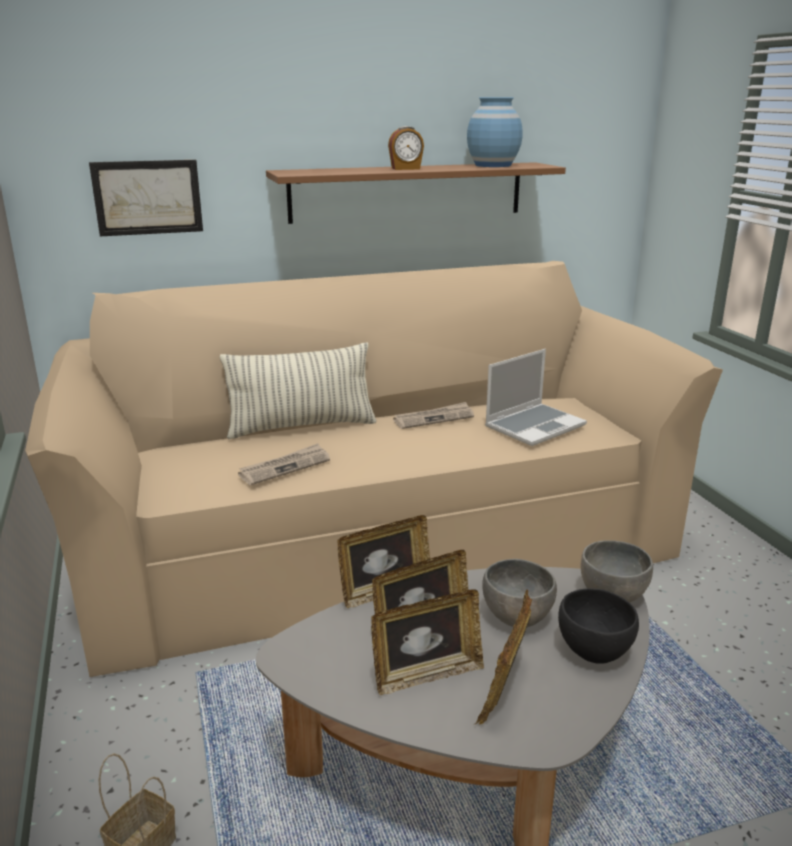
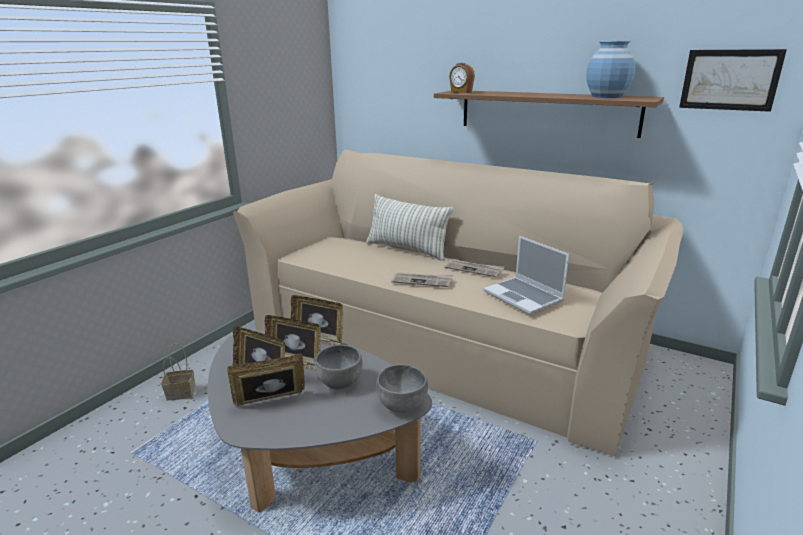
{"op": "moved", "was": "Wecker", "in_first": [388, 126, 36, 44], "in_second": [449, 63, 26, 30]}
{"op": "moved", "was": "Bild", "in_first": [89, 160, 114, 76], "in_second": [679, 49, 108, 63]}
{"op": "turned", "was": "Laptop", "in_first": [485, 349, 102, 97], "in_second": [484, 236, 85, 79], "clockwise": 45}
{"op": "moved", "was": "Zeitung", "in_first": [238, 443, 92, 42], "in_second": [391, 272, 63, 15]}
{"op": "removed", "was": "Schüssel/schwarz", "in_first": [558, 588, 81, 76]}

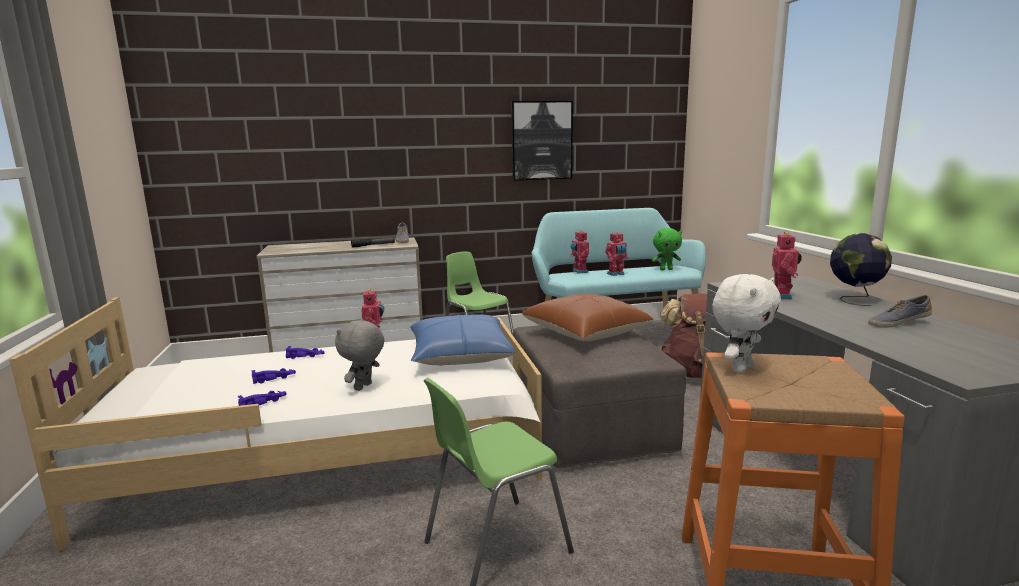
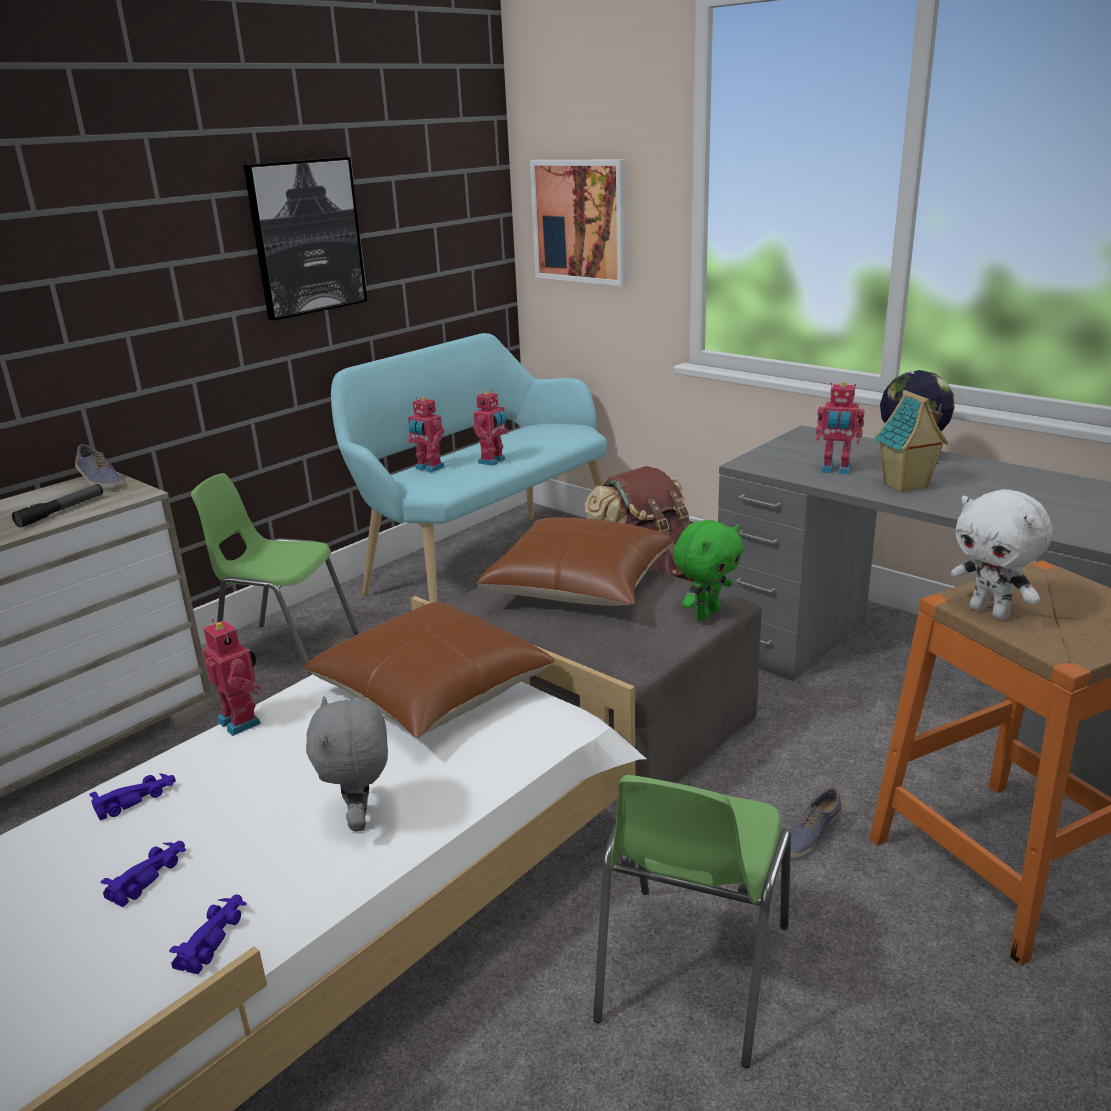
{"op": "moved", "was": "Plüschtier/grün", "in_first": [652, 228, 30, 42], "in_second": [673, 520, 70, 100]}
{"op": "turned", "was": "Spielzeugroboter", "in_first": [772, 232, 30, 67], "in_second": [816, 382, 48, 93], "clockwise": 135}
{"op": "turned", "was": "Plüschtier/weiß", "in_first": [712, 274, 69, 99], "in_second": [951, 489, 102, 131], "clockwise": 135}
{"op": "moved", "was": "Schuh", "in_first": [868, 295, 64, 33], "in_second": [789, 787, 53, 74]}
{"op": "recoloured", "was": "Kissen/blau", "now": "Kissen/braun", "in_first": [410, 314, 105, 52], "in_second": [303, 602, 252, 136]}
{"op": "added", "now": "Bild", "in_second": [530, 160, 97, 126]}
{"op": "added", "now": "Spielzeughaus", "in_second": [875, 390, 73, 103]}

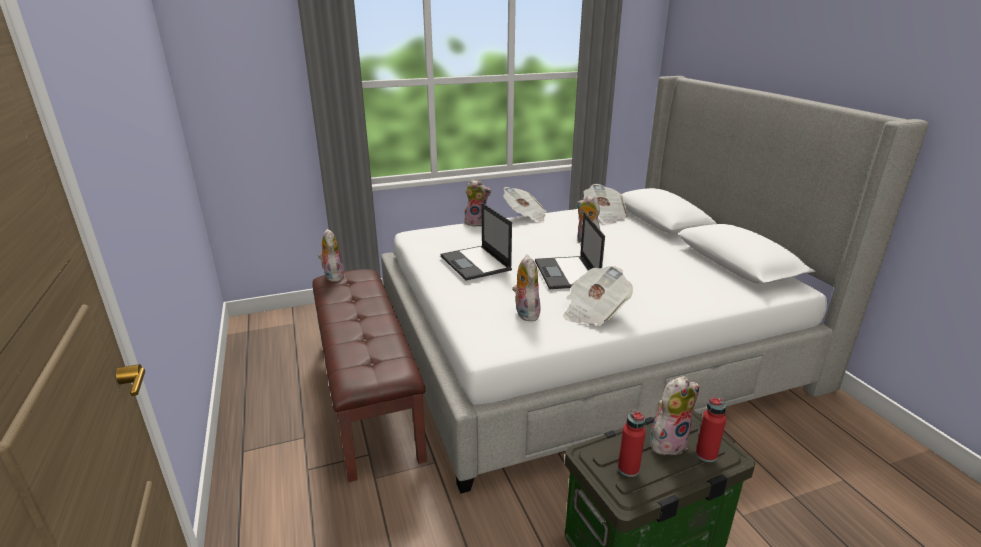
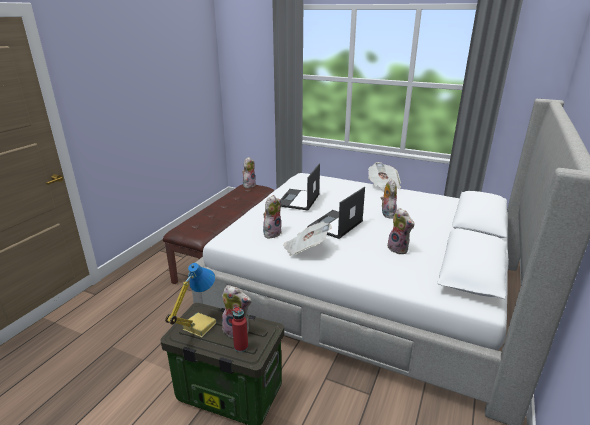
{"op": "moved", "was": "Plüschtier", "in_first": [464, 180, 27, 47], "in_second": [387, 208, 28, 46]}
{"op": "removed", "was": "Zeitung", "in_first": [583, 184, 44, 41]}
{"op": "replaced", "was": "Flasche/rot", "now": "Tischlampe", "in_first": [618, 410, 28, 67], "in_second": [165, 263, 52, 74]}

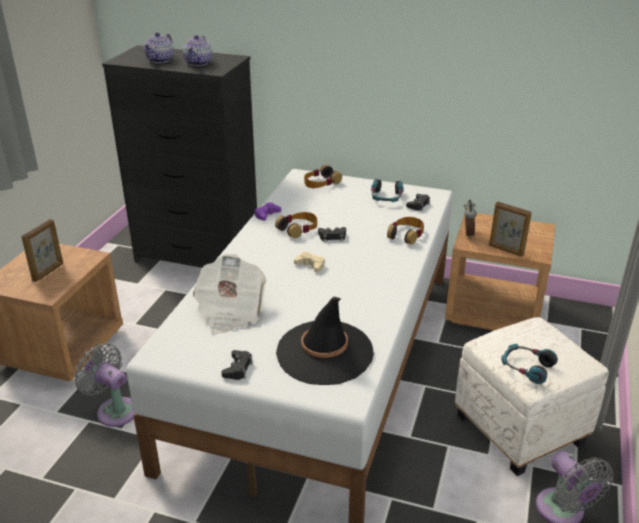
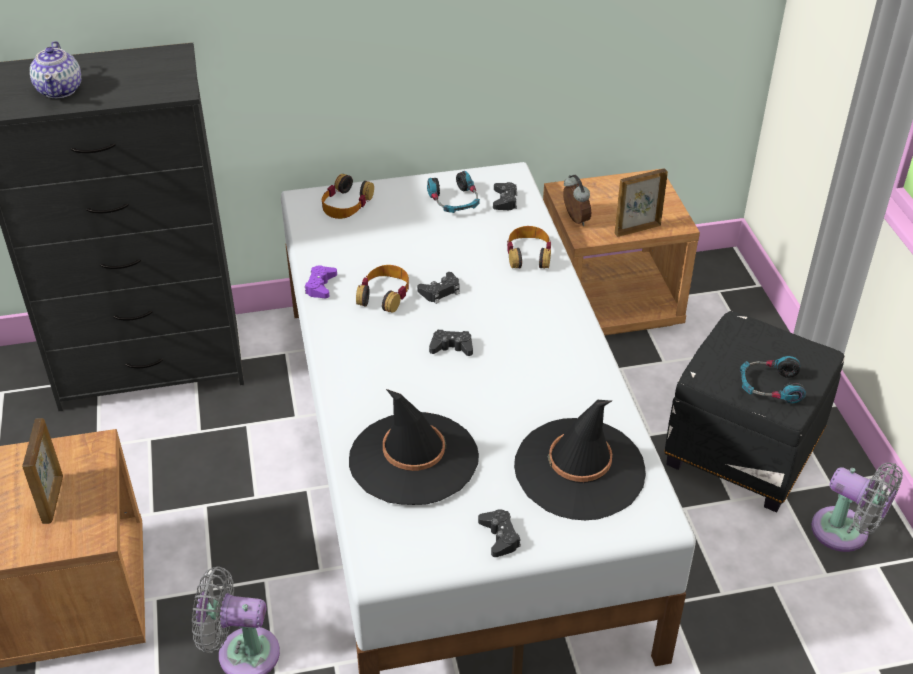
{"op": "removed", "was": "Teekanne", "in_first": [183, 35, 29, 31]}
{"op": "turned", "was": "Bilderrahmen", "in_first": [489, 201, 43, 55], "in_second": [615, 168, 53, 69], "clockwise": 150}
{"op": "recoloured", "was": "Gamepad/beige", "now": "Gamepad/schwarz", "in_first": [294, 252, 31, 20], "in_second": [429, 330, 44, 26]}
{"op": "replaced", "was": "Zeitung", "now": "Hut/schwarz", "in_first": [193, 254, 73, 80], "in_second": [349, 389, 130, 116]}
{"op": "recoloured", "was": "Polsterhocker/weiß", "now": "Polsterhocker/schwarz", "in_first": [455, 317, 154, 159], "in_second": [664, 311, 181, 202]}

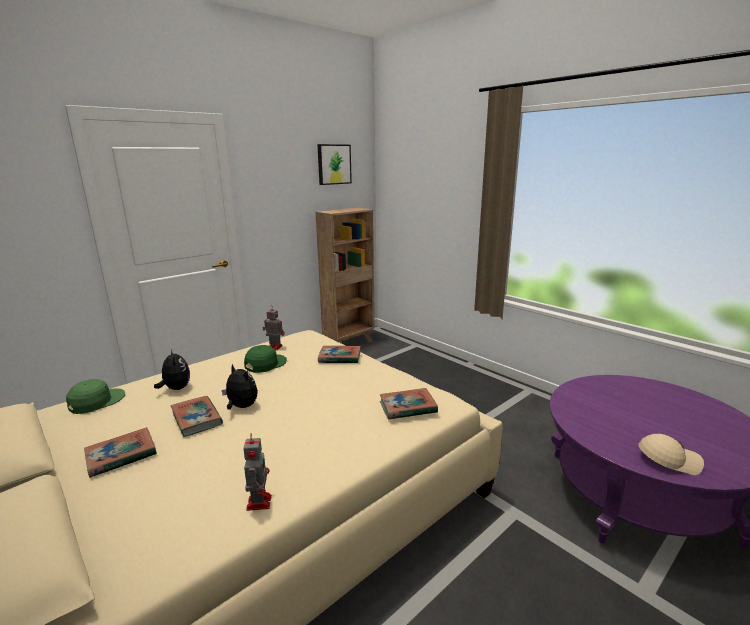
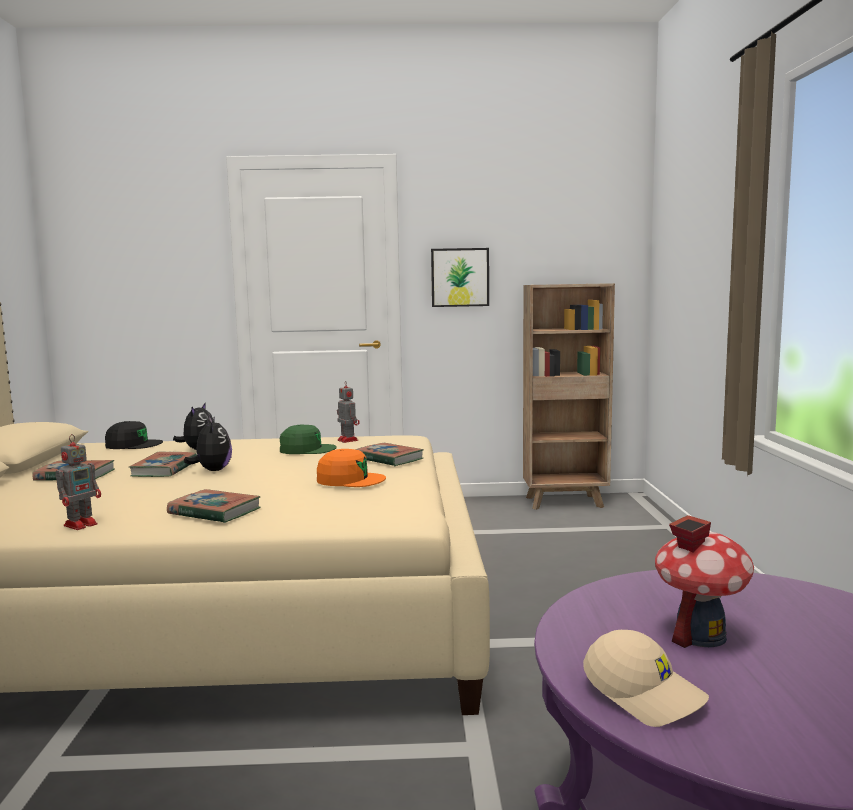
{"op": "moved", "was": "Bild", "in_first": [317, 144, 35, 41], "in_second": [431, 248, 58, 59]}
{"op": "recoloured", "was": "Kappe/grün", "now": "Kappe/schwarz", "in_first": [66, 379, 59, 35], "in_second": [105, 421, 58, 28]}
{"op": "moved", "was": "Buch", "in_first": [380, 388, 58, 31], "in_second": [167, 489, 94, 34]}
{"op": "added", "now": "Kappe/orange", "in_second": [317, 449, 69, 38]}
{"op": "added", "now": "Spielzeughaus", "in_second": [655, 515, 99, 133]}

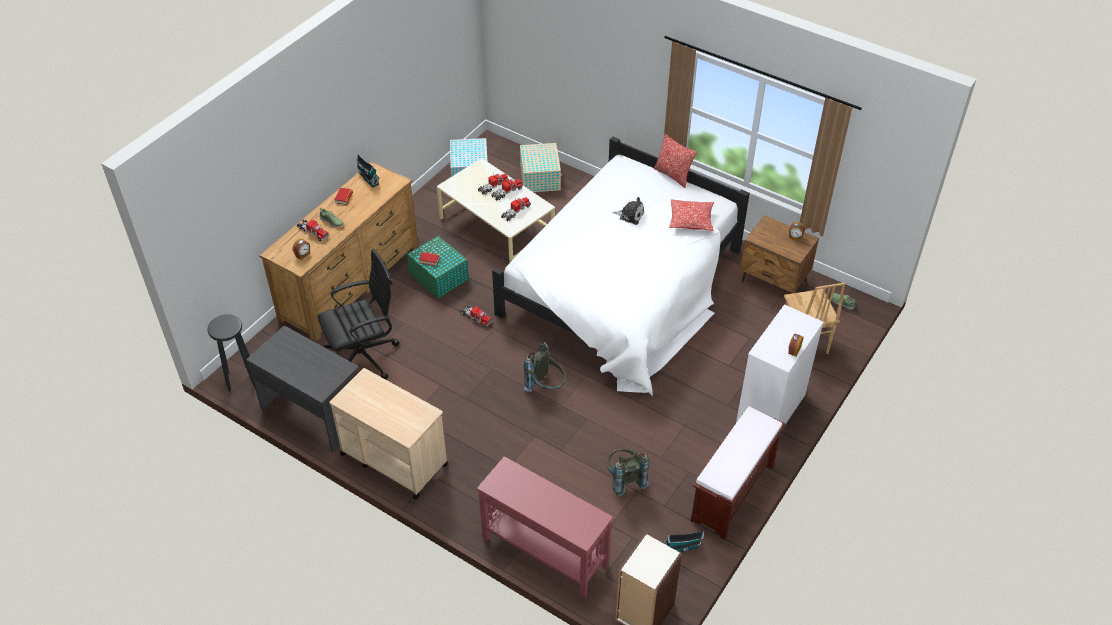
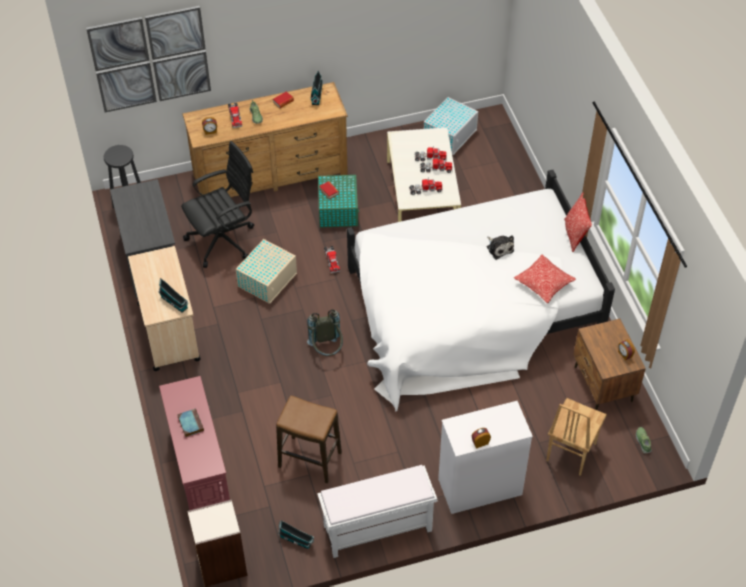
{"op": "moved", "was": "Aufbewahrungsbox/beige", "in_first": [520, 143, 42, 49], "in_second": [236, 239, 61, 65]}
{"op": "turned", "was": "Bürostuhl/schwarz", "in_first": [318, 249, 81, 130], "in_second": [181, 141, 73, 127], "clockwise": -45}
{"op": "recoloured", "was": "Bank/braun", "now": "Bank/weiß", "in_first": [691, 407, 95, 133], "in_second": [317, 465, 121, 93]}
{"op": "replaced", "was": "Rucksack/grau", "now": "Hocker", "in_first": [607, 449, 42, 47], "in_second": [276, 396, 66, 88]}
{"op": "added", "now": "Bild", "in_second": [86, 6, 125, 107]}
{"op": "added", "now": "Spielzeughaus", "in_second": [158, 278, 30, 35]}
{"op": "added", "now": "Buch", "in_second": [177, 408, 27, 29]}

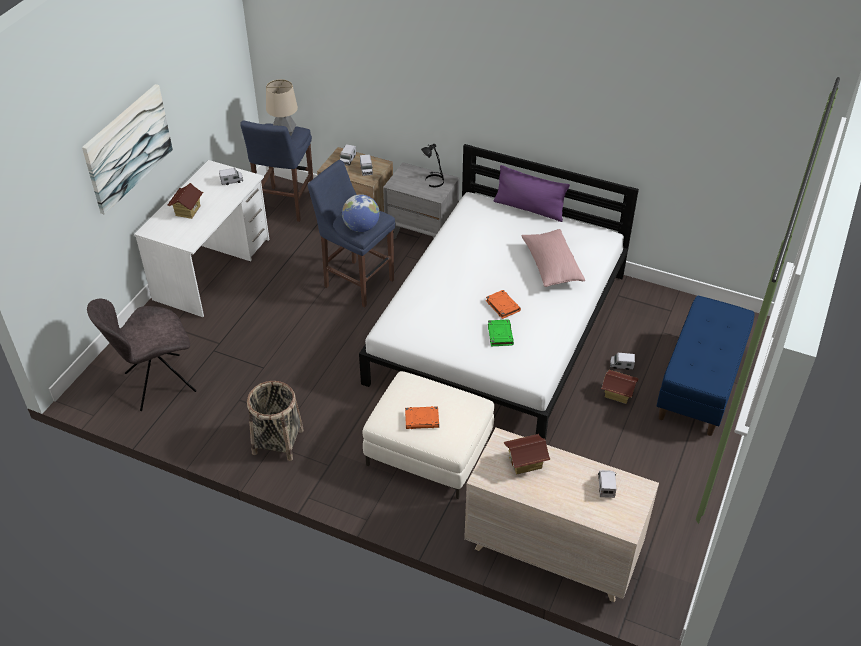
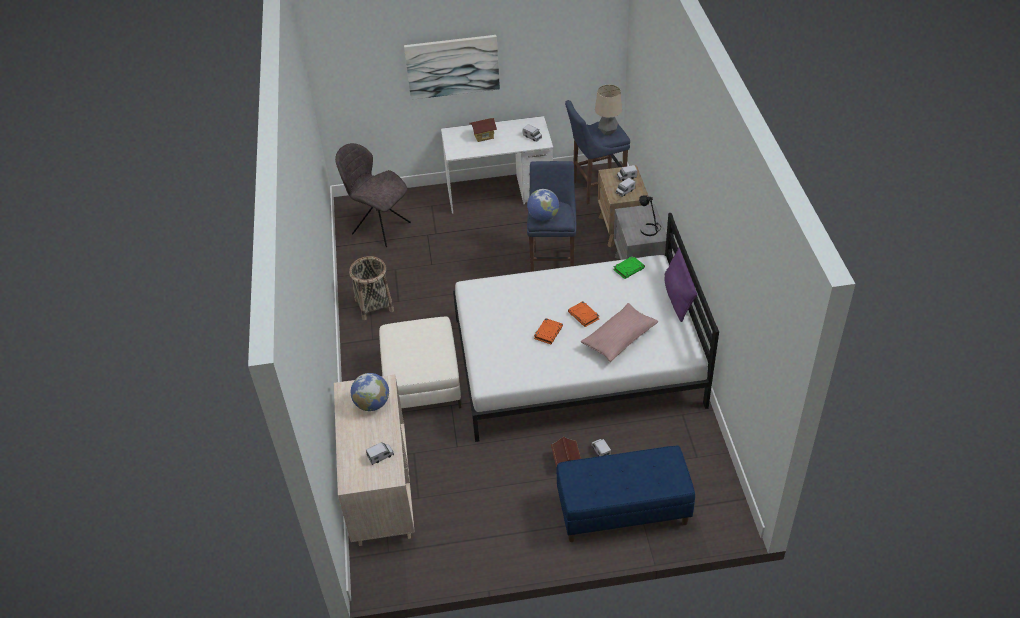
{"op": "moved", "was": "Buch/grün", "in_first": [488, 319, 26, 27], "in_second": [613, 256, 32, 23]}
{"op": "moved", "was": "Buch/orange", "in_first": [405, 406, 34, 23], "in_second": [568, 301, 31, 26]}
{"op": "replaced", "was": "Spielzeughaus", "now": "Globus", "in_first": [504, 434, 47, 41], "in_second": [351, 373, 38, 38]}

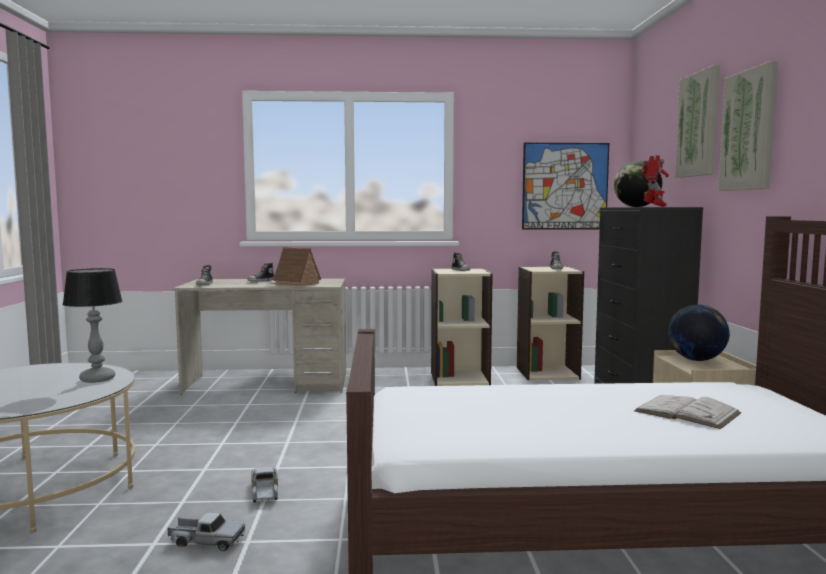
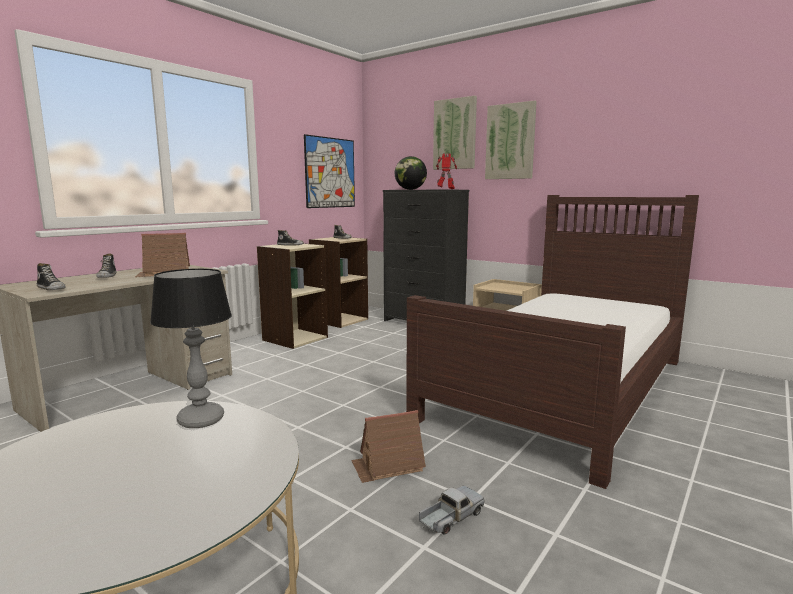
{"op": "removed", "was": "Globus", "in_first": [668, 305, 62, 56]}
{"op": "removed", "was": "Buch/weiß", "in_first": [634, 395, 108, 34]}
{"op": "replaced", "was": "Spielzeuglaster", "now": "Spielzeughaus", "in_first": [251, 467, 27, 35], "in_second": [351, 410, 75, 73]}

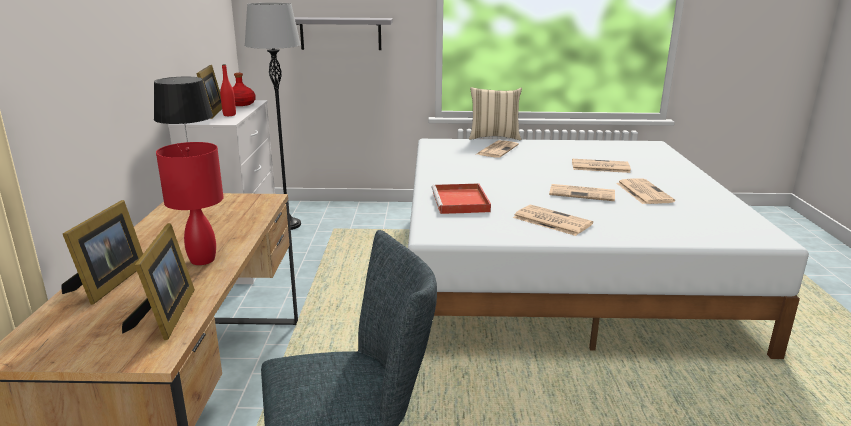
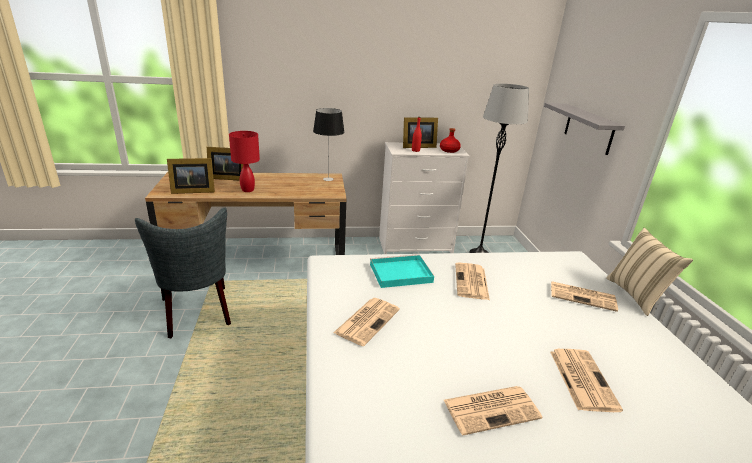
{"op": "recoloured", "was": "Tablett/rot", "now": "Tablett/türkis", "in_first": [431, 183, 60, 31], "in_second": [370, 254, 64, 34]}
{"op": "moved", "was": "Zeitung", "in_first": [549, 184, 66, 17], "in_second": [455, 262, 35, 38]}

